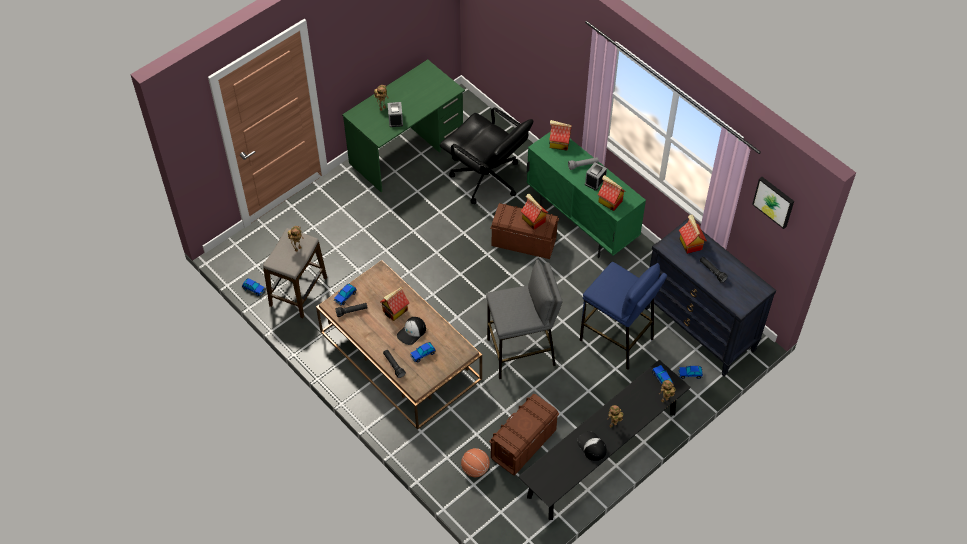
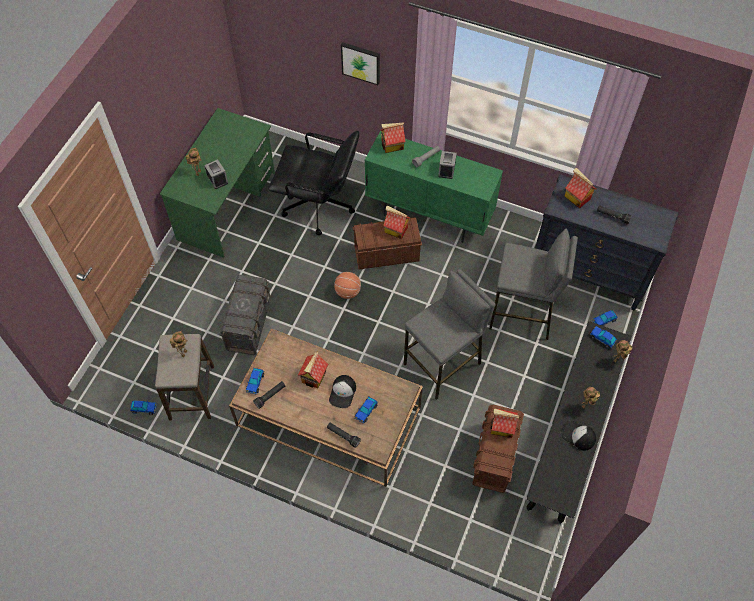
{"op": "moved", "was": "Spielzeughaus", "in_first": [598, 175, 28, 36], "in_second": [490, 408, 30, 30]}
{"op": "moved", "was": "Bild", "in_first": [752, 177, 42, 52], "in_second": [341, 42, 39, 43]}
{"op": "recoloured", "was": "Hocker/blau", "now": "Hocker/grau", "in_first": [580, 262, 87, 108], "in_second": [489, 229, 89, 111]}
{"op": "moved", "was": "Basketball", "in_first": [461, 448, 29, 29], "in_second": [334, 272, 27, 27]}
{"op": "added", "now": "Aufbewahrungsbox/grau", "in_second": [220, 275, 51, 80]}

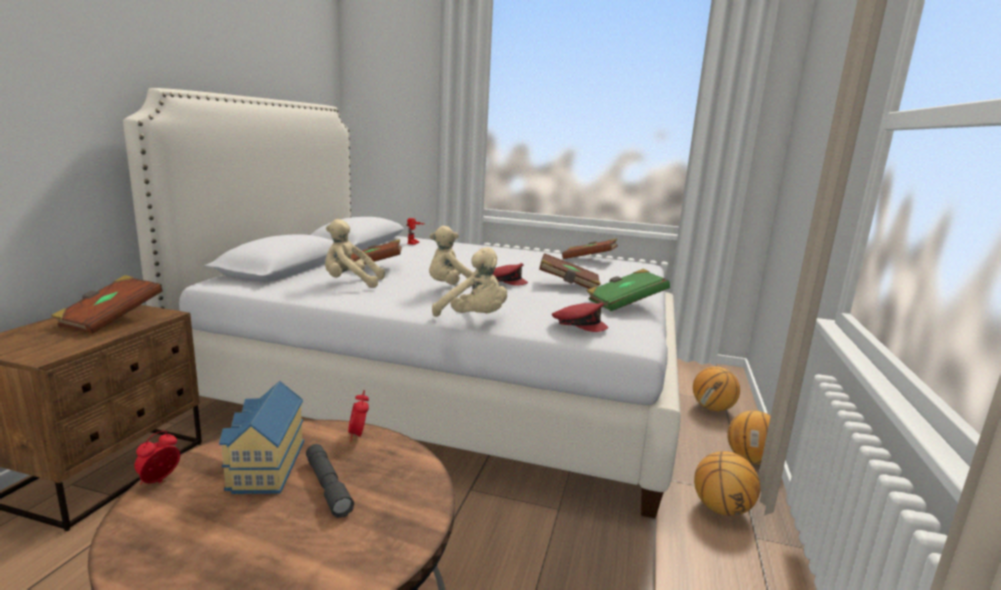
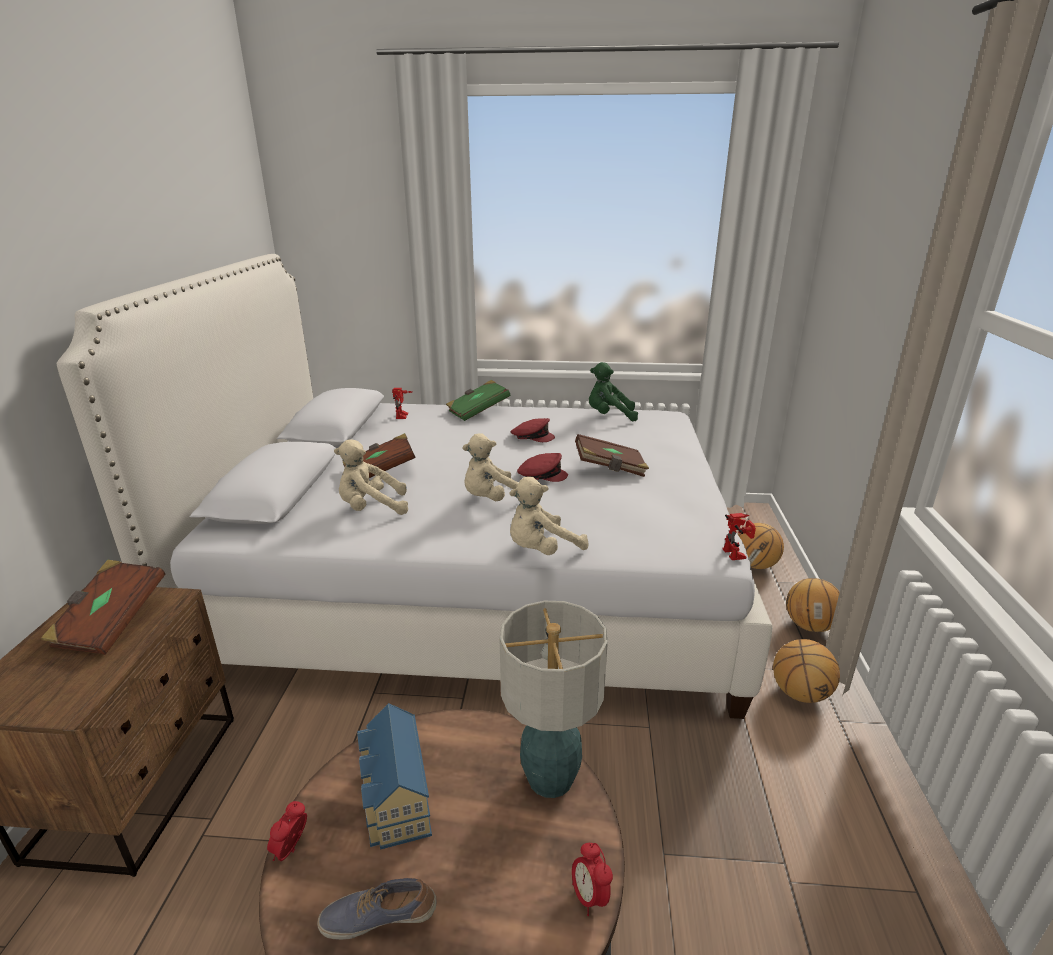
{"op": "replaced", "was": "Buch/braun", "now": "Plüschtier/grün", "in_first": [562, 238, 56, 21], "in_second": [589, 362, 49, 59]}
{"op": "turned", "was": "Plüschtier/beige", "in_first": [432, 247, 75, 70], "in_second": [509, 476, 80, 79], "clockwise": 120}
{"op": "moved", "was": "Buch/grün", "in_first": [587, 269, 83, 42], "in_second": [446, 380, 64, 41]}
{"op": "moved", "was": "Kappe/rot", "in_first": [552, 303, 56, 29], "in_second": [511, 418, 44, 24]}
{"op": "moved", "was": "Wecker", "in_first": [348, 390, 21, 51], "in_second": [572, 843, 41, 73]}
{"op": "removed", "was": "Taschenlampe/grau", "in_first": [306, 444, 48, 74]}
{"op": "added", "now": "Spielzeugroboter", "in_second": [722, 513, 34, 47]}
{"op": "added", "now": "Tischlampe", "in_second": [499, 601, 109, 197]}
{"op": "added", "now": "Schuh", "in_second": [317, 878, 120, 62]}

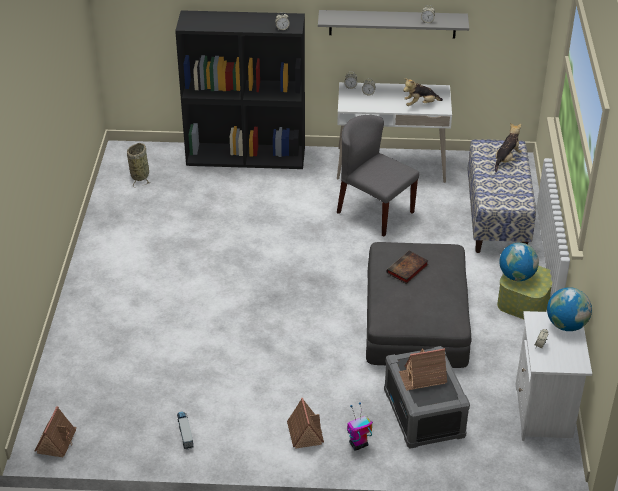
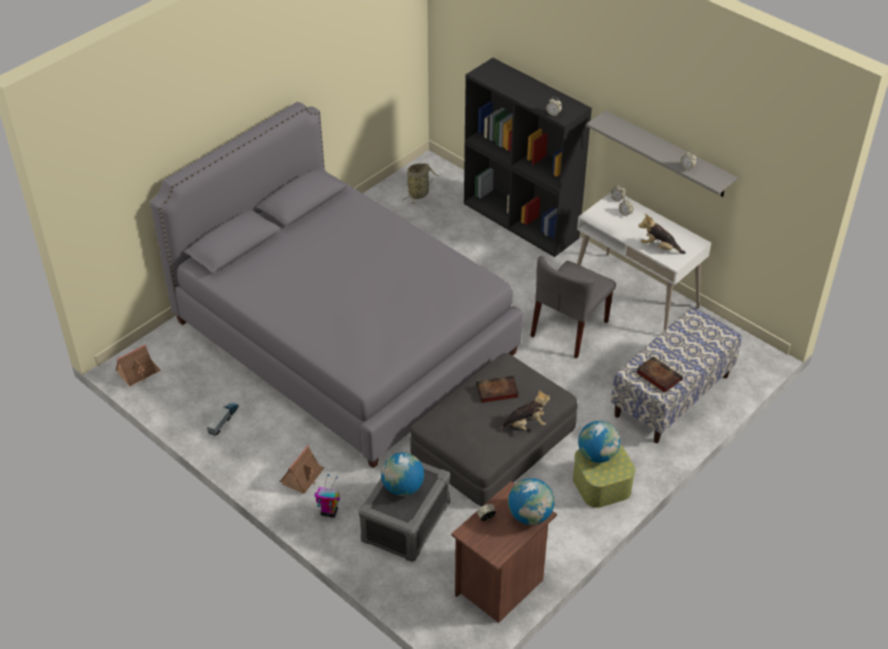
{"op": "turned", "was": "Stuhl/grau", "in_first": [337, 115, 82, 121], "in_second": [530, 256, 86, 102], "clockwise": -135}
{"op": "moved", "was": "Plüschtier", "in_first": [495, 123, 27, 49], "in_second": [498, 389, 52, 43]}
{"op": "recoloured", "was": "Nachttisch/weiß", "now": "Nachttisch/braun", "in_first": [516, 311, 76, 130], "in_second": [451, 481, 106, 142]}
{"op": "replaced", "was": "Spielzeughaus", "now": "Globus", "in_first": [399, 348, 48, 43], "in_second": [381, 453, 43, 43]}
{"op": "added", "now": "Bett/grau", "in_second": [150, 102, 373, 366]}
{"op": "added", "now": "Buch", "in_second": [636, 356, 46, 37]}

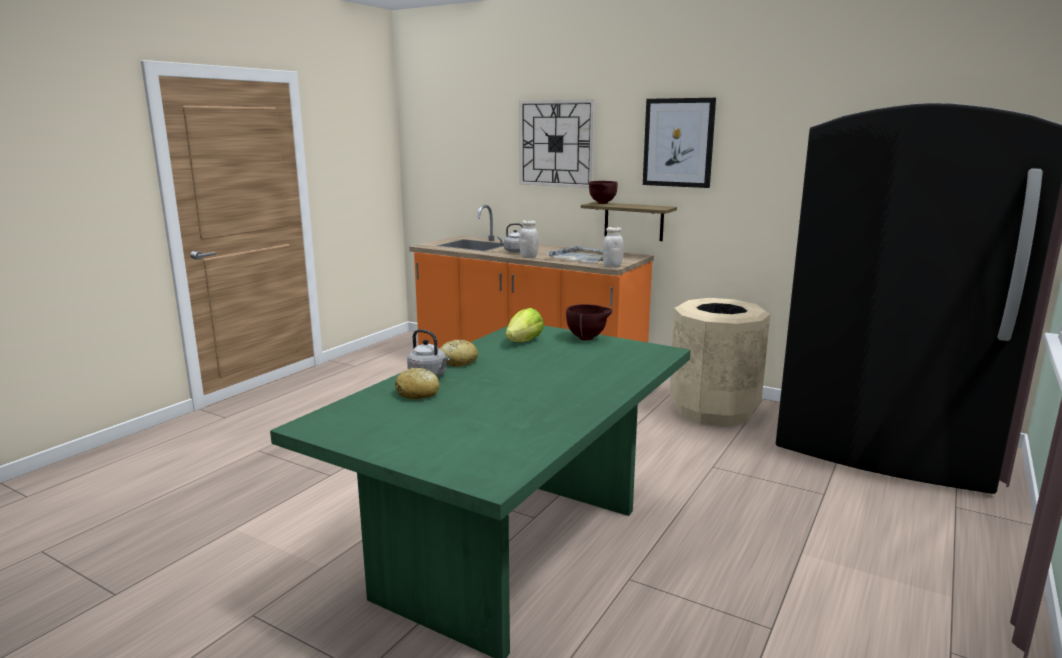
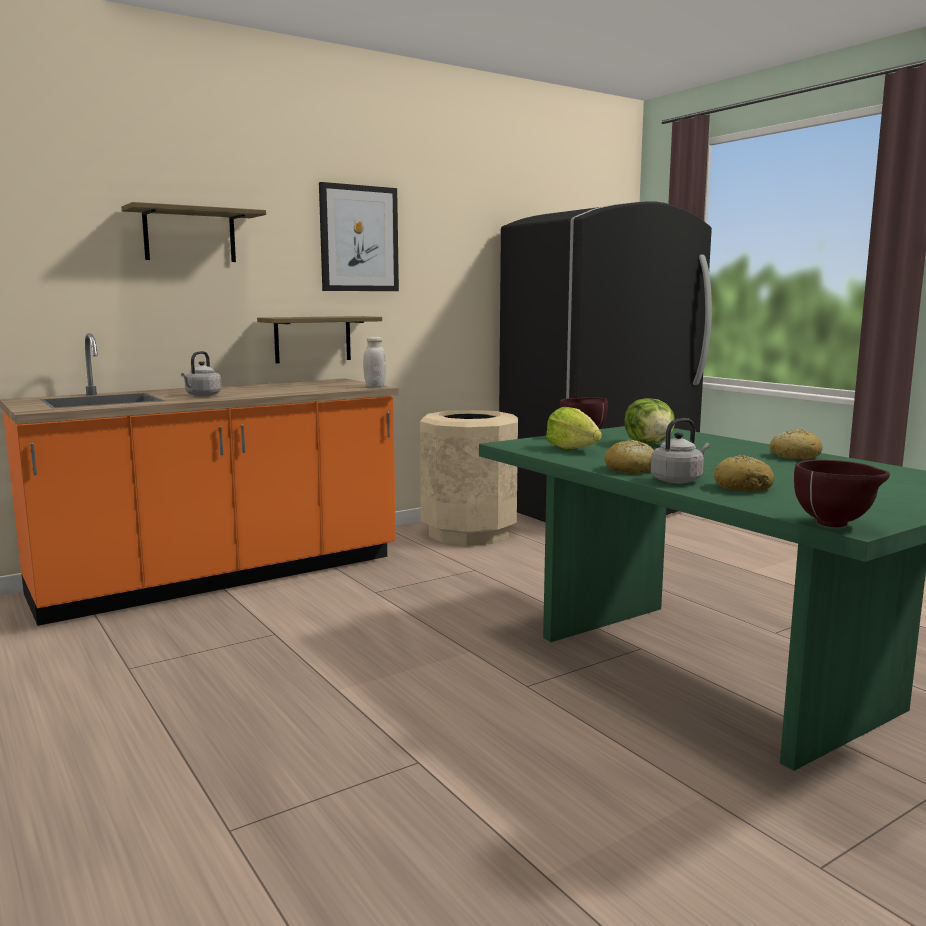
{"op": "replaced", "was": "Wanduhr", "now": "Wandregal", "in_first": [519, 99, 76, 89], "in_second": [121, 202, 145, 60]}
{"op": "moved", "was": "Schüssel/braun", "in_first": [589, 181, 29, 23], "in_second": [794, 460, 96, 67]}
{"op": "removed", "was": "Vorratsglas/weiß", "in_first": [519, 220, 20, 38]}
{"op": "removed", "was": "Tablett/grau", "in_first": [547, 245, 56, 18]}
{"op": "added", "now": "Salatkopf", "in_second": [624, 398, 51, 46]}
{"op": "added", "now": "Brot", "in_second": [770, 429, 53, 30]}

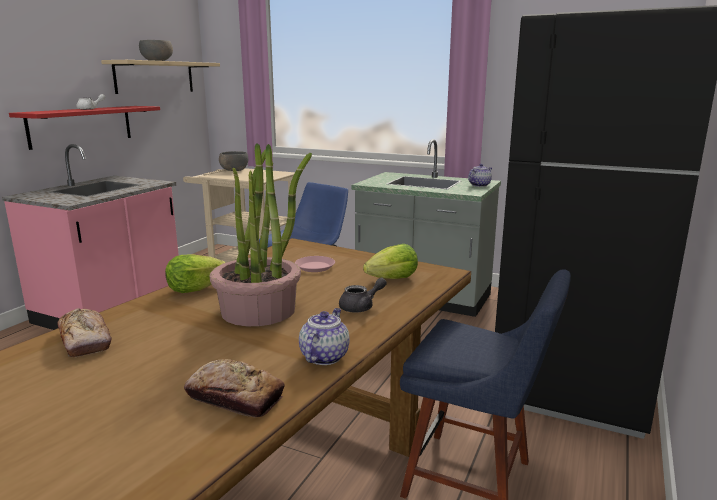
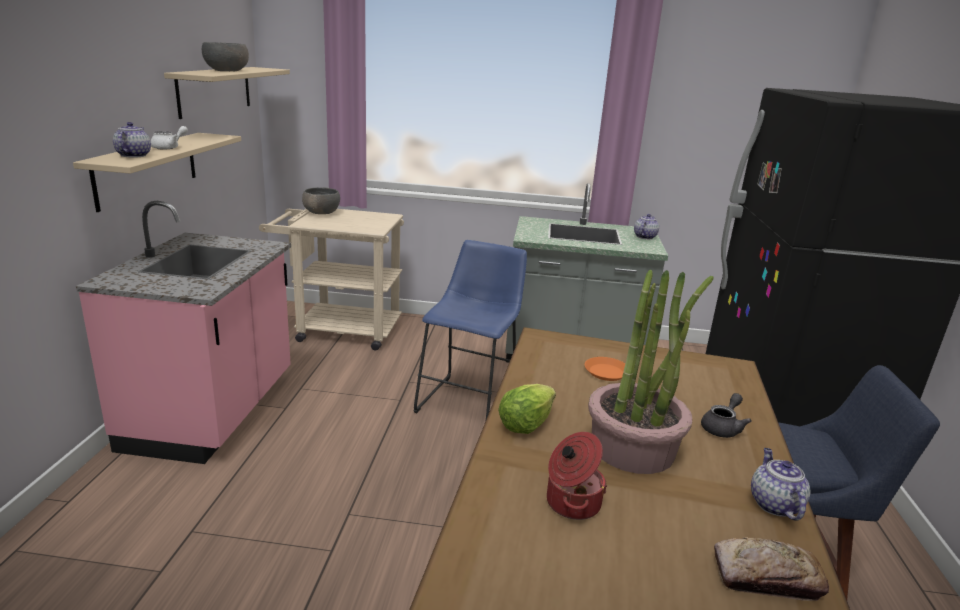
{"op": "recoloured", "was": "Wandregal/rot", "now": "Wandregal/beige", "in_first": [9, 106, 151, 44], "in_second": [73, 133, 168, 79]}
{"op": "removed", "was": "Salatkopf", "in_first": [363, 244, 55, 35]}
{"op": "recoloured", "was": "Teller/rosa", "now": "Teller/orange", "in_first": [295, 256, 40, 16], "in_second": [585, 357, 40, 24]}
{"op": "removed", "was": "Brot", "in_first": [58, 308, 54, 50]}
{"op": "added", "now": "Teekanne", "in_second": [113, 122, 38, 36]}
{"op": "added", "now": "Kochtopf", "in_second": [547, 432, 60, 88]}

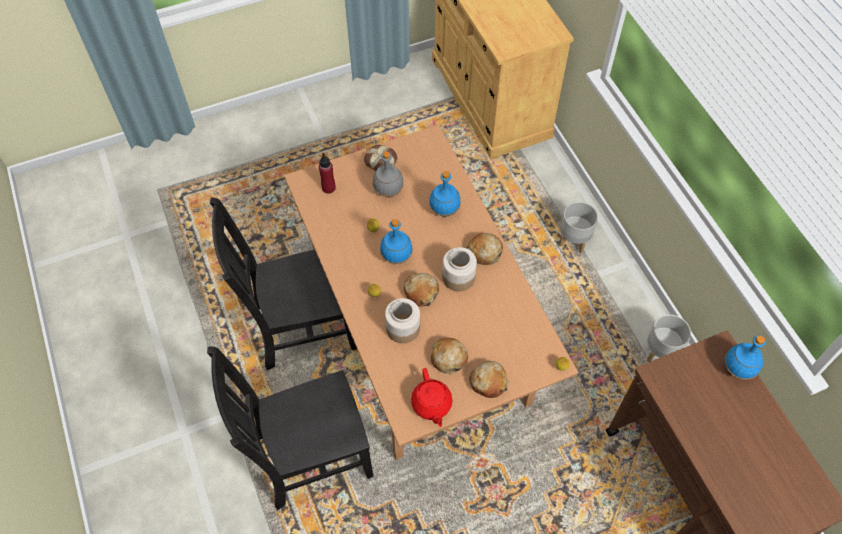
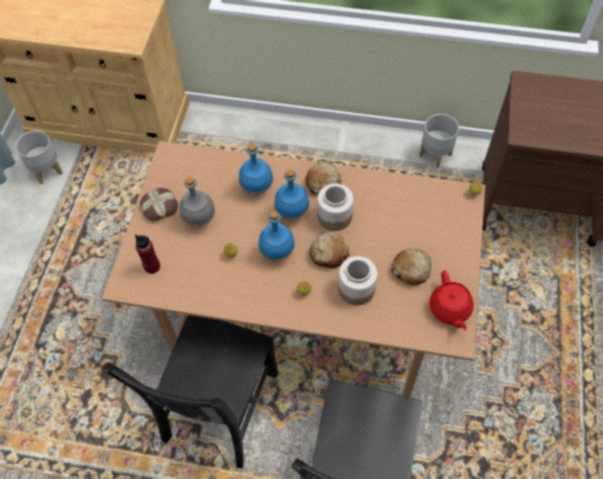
{"op": "moved", "was": "Pflanzkübel/grau", "in_first": [559, 202, 39, 52], "in_second": [15, 130, 48, 54]}
{"op": "moved", "was": "Flasche/blau", "in_first": [725, 336, 41, 44], "in_second": [274, 169, 35, 50]}
{"op": "removed", "was": "Brot", "in_first": [469, 361, 40, 37]}
{"op": "turned", "was": "Teekanne/rot", "in_first": [411, 368, 41, 59], "in_second": [429, 270, 45, 61], "clockwise": 60}

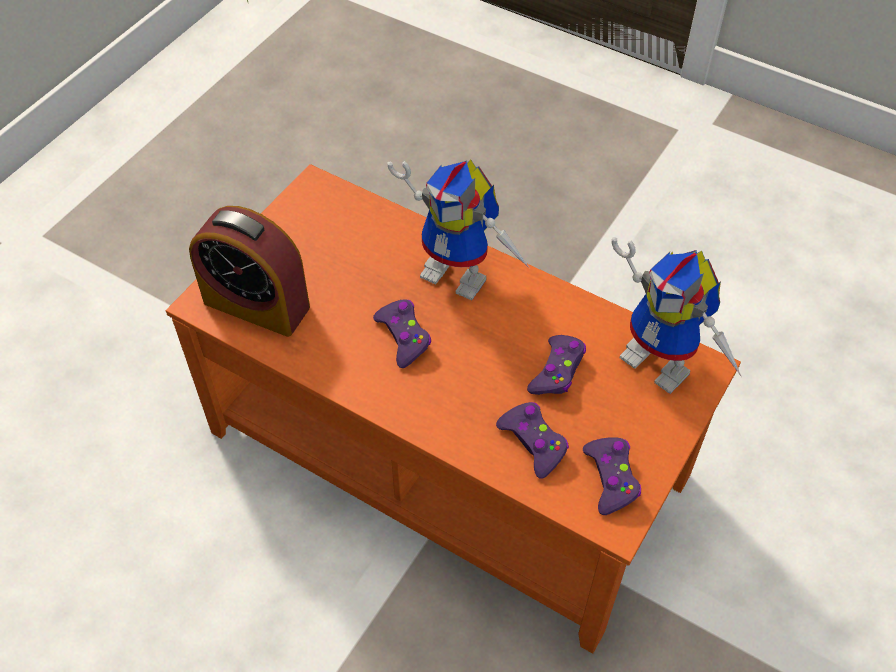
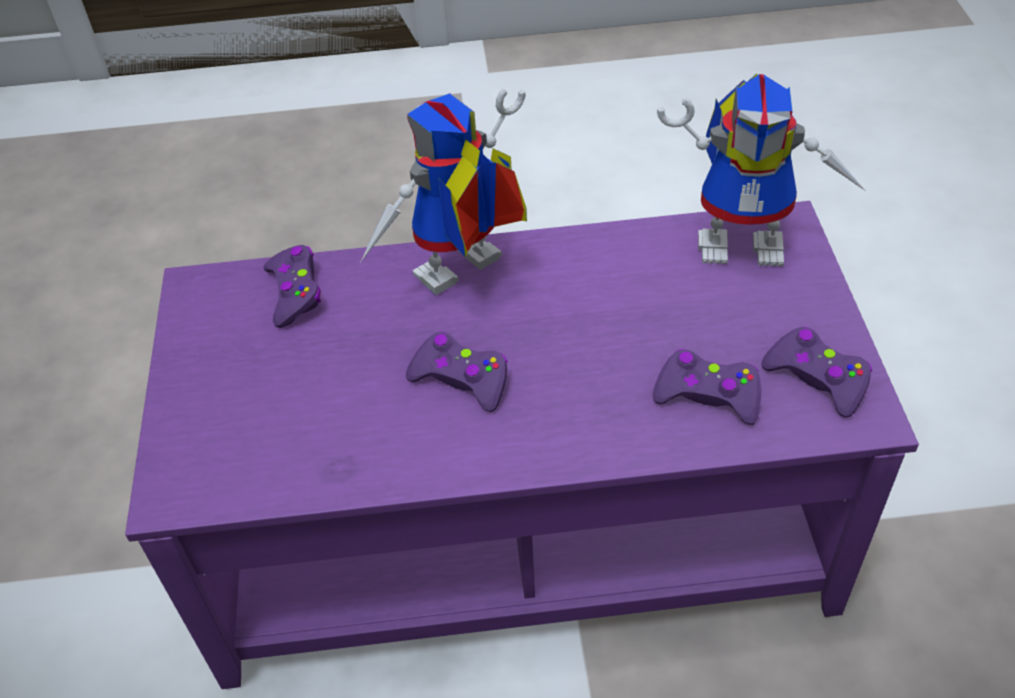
{"op": "turned", "was": "Spielzeugroboter", "in_first": [387, 159, 143, 141], "in_second": [360, 89, 167, 206], "clockwise": 150}
{"op": "recoloured", "was": "Couchtisch/orange", "now": "Couchtisch/lila", "in_first": [166, 164, 575, 490], "in_second": [125, 201, 794, 488]}
{"op": "removed", "was": "Wecker", "in_first": [189, 206, 121, 131]}
{"op": "moved", "was": "Gamepad/lila", "in_first": [527, 335, 59, 60], "in_second": [263, 245, 58, 83]}

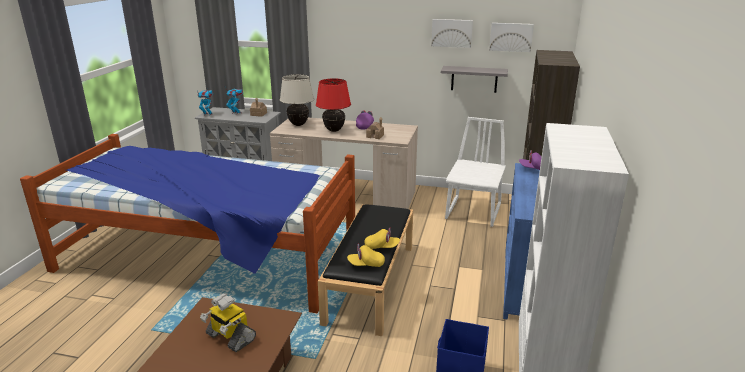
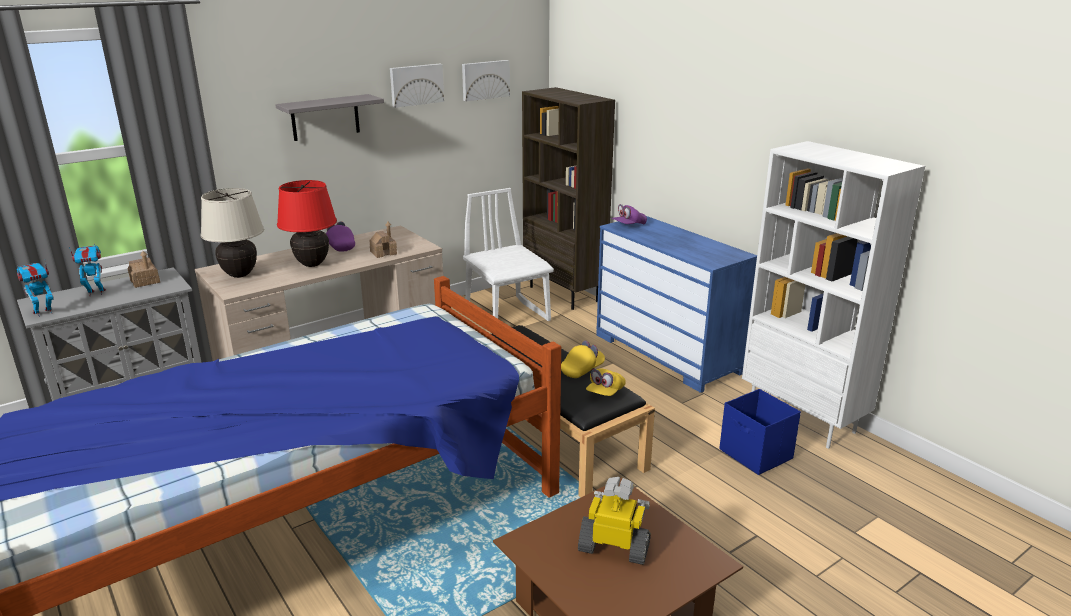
{"op": "moved", "was": "Wandregal/grau", "in_first": [441, 66, 67, 27], "in_second": [275, 94, 109, 47]}
{"op": "turned", "was": "Spielzeugroboter", "in_first": [200, 293, 56, 59], "in_second": [578, 477, 73, 88], "clockwise": -150}

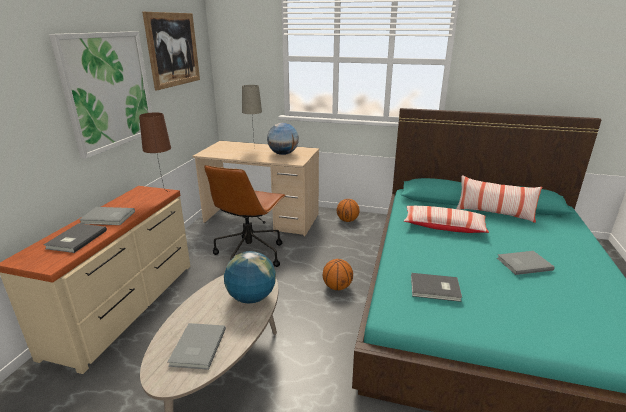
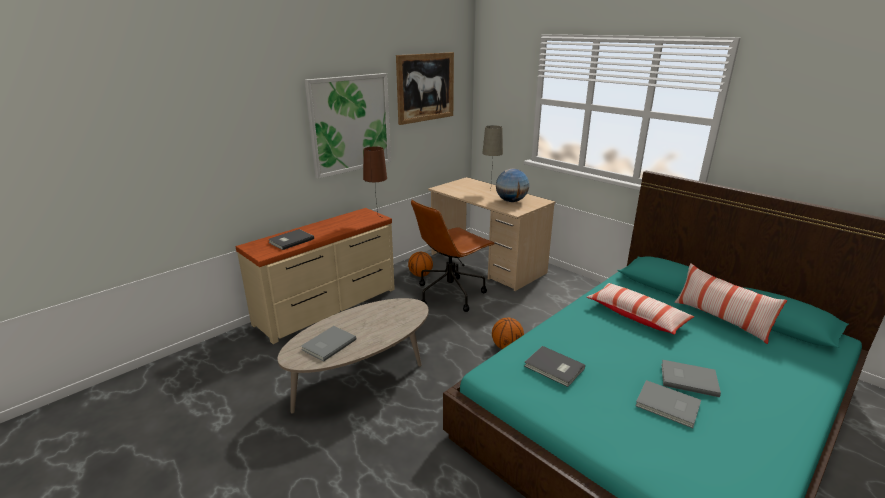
{"op": "moved", "was": "Basketball", "in_first": [337, 199, 23, 23], "in_second": [408, 251, 25, 26]}
{"op": "moved", "was": "Buch/grau", "in_first": [79, 207, 56, 18], "in_second": [635, 380, 66, 48]}
{"op": "removed", "was": "Globus", "in_first": [224, 251, 52, 52]}

